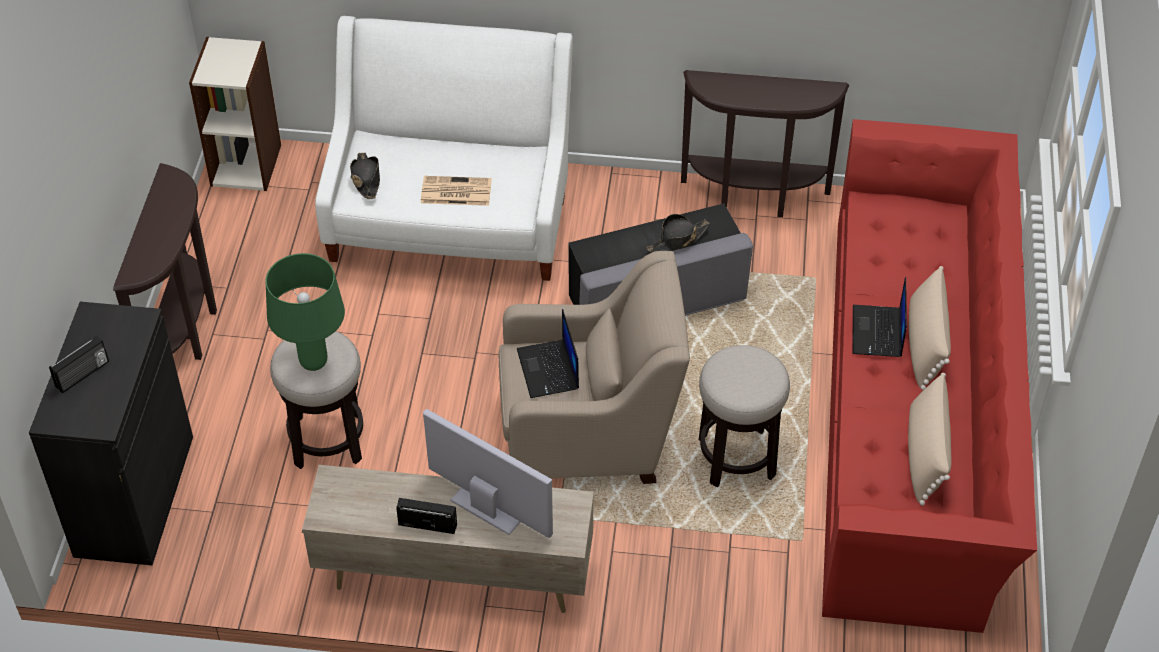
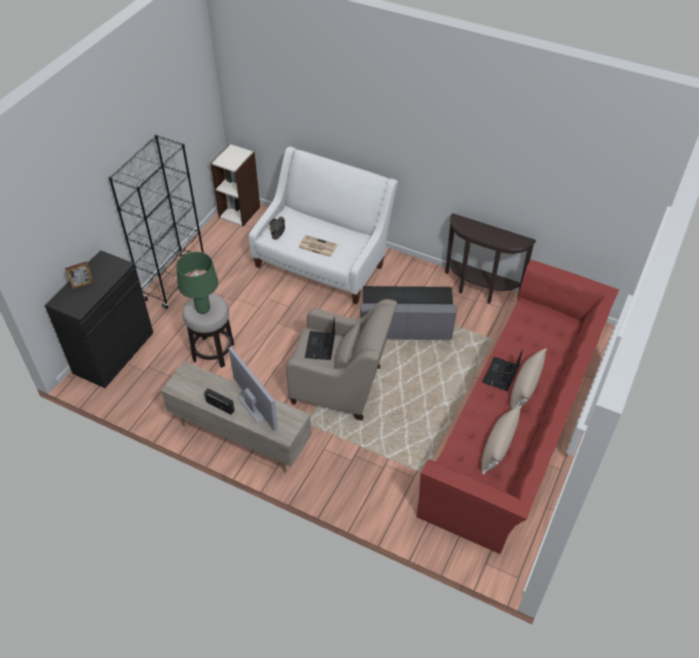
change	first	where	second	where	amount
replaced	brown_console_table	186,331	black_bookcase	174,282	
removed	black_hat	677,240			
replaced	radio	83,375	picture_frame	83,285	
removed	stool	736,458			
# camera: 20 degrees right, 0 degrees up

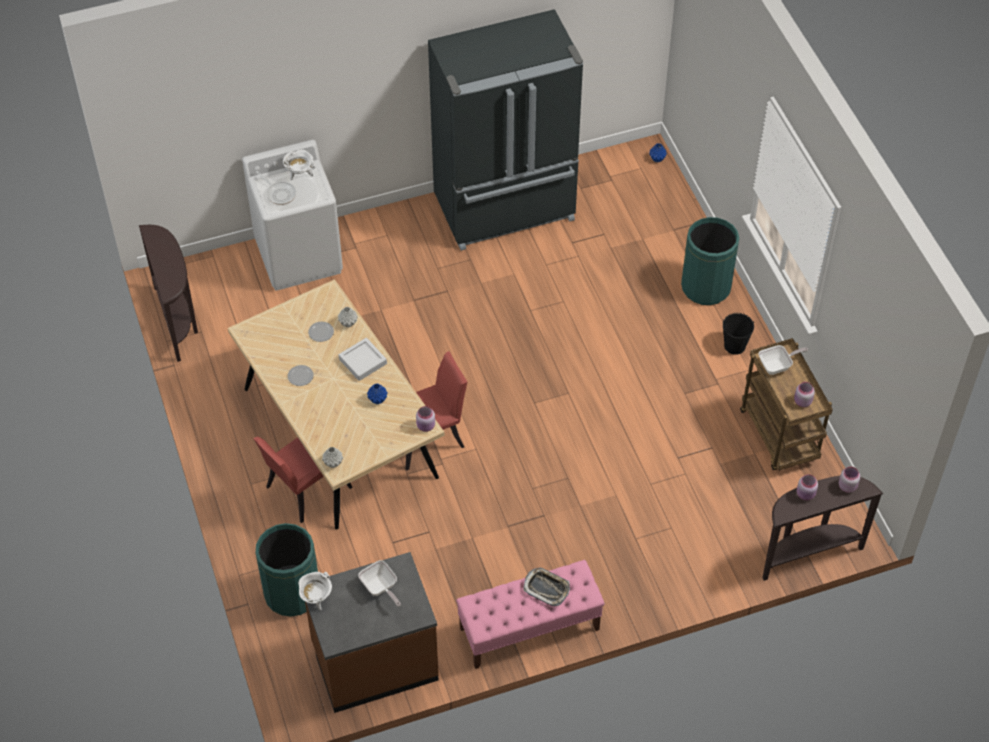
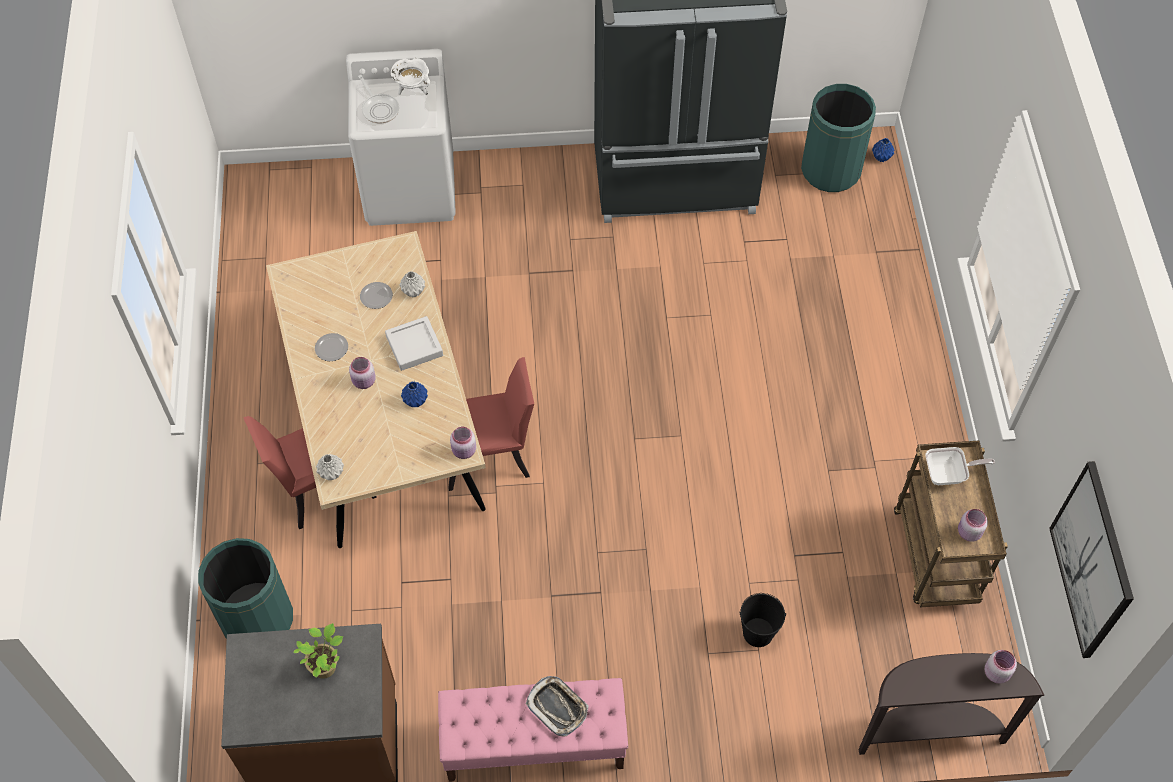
change	first	where	second	where	amount
moved	green_trash_can	706,287		831,170	
removed	brown_console_table	178,320			
moved	black_bucket	735,346		758,633	
moved	pink_jar	806,494		364,382	
replaced	frying_pan	380,588	potted_plant	325,666	
removed	white_cooking_pot	316,598			
added			picture	1092,561	
# camera: 15 degrees right, 5 degrees up

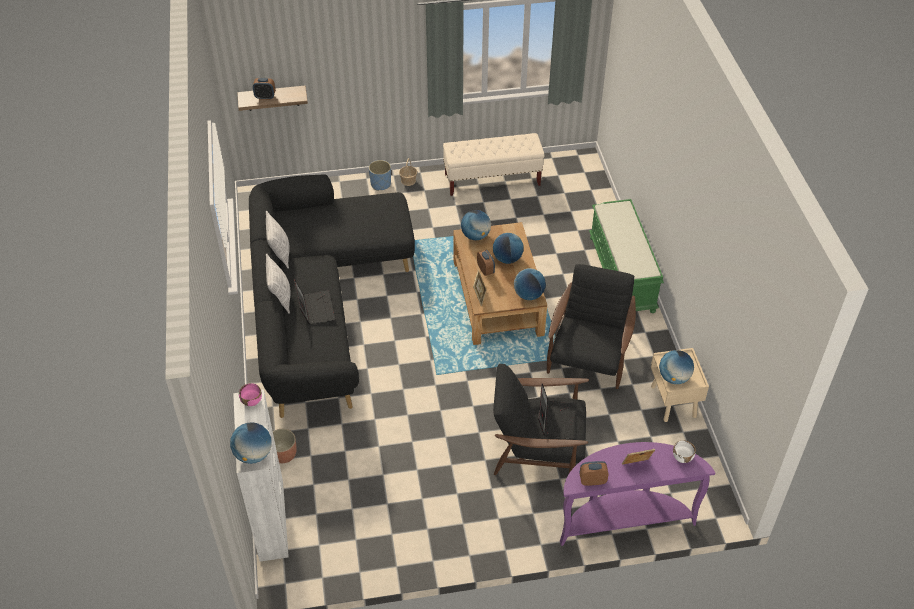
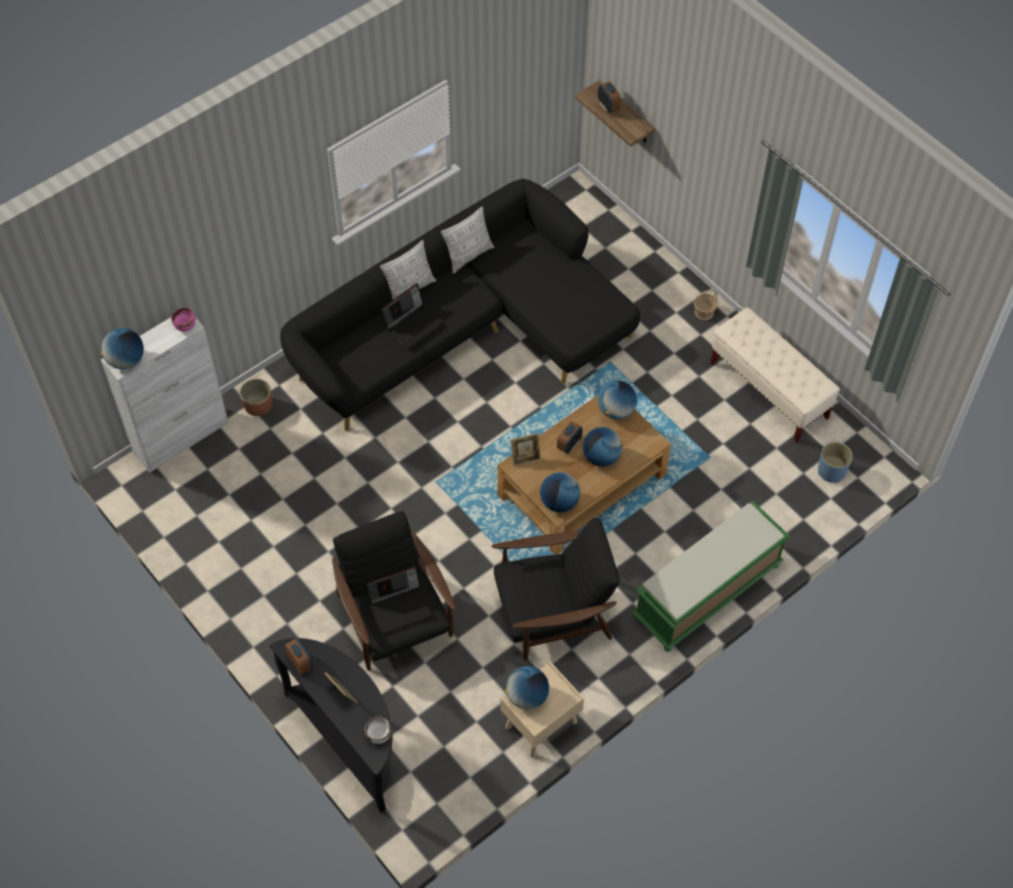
change	first	where	second	where	amount
moved	blue_planter	380,184		831,471	
recoloured	purple_console_table	623,519	black_console_table	350,739	
# camera: 60 degrees right, 10 degrees up

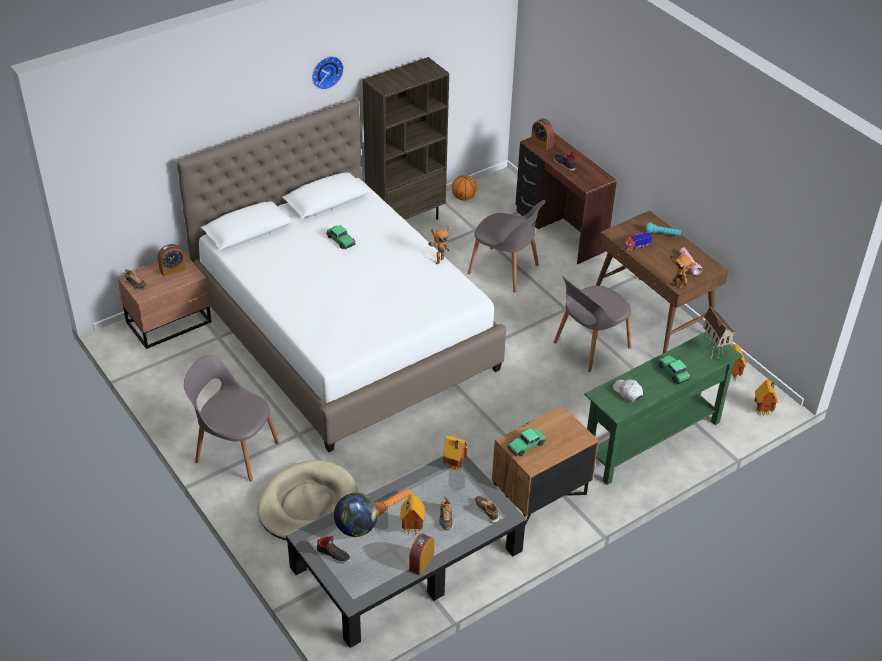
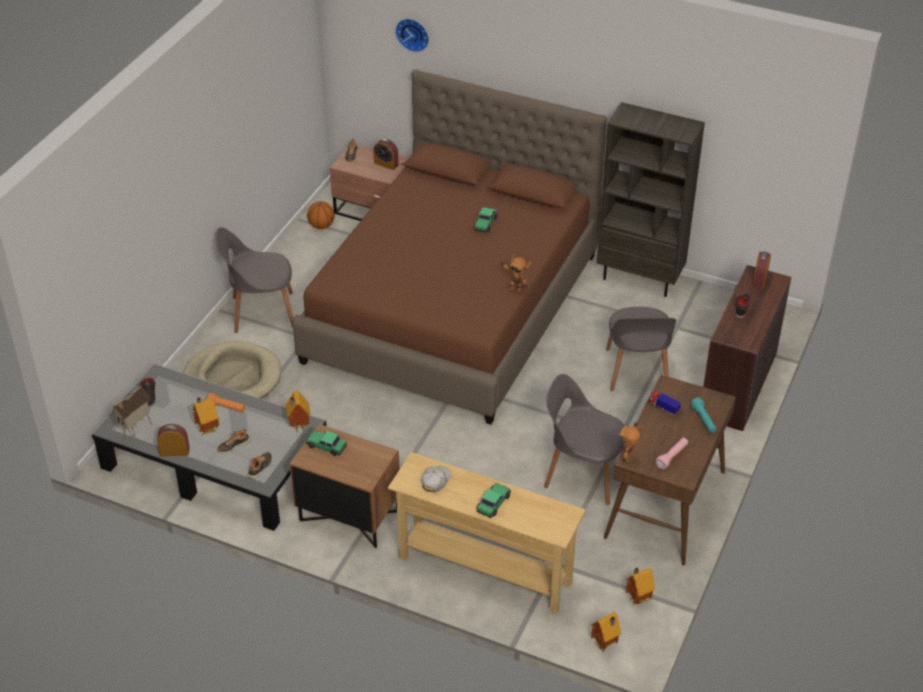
change	first	where	second	where	amount
moved	wall_clock	326,71		413,34	
recoloured	white_bed	344,331	brown_bed	453,308	
moved	basketball	463,198		321,226	
moved	toy_house	713,350		137,432	
recoloured	green_console_table	652,442	beige_console_table	484,570	
turned	grey_chair	235,451		261,312	90 degrees counterclockwise
removed	globe	356,529			
# camera: 60 degrees right, 0 degrees up

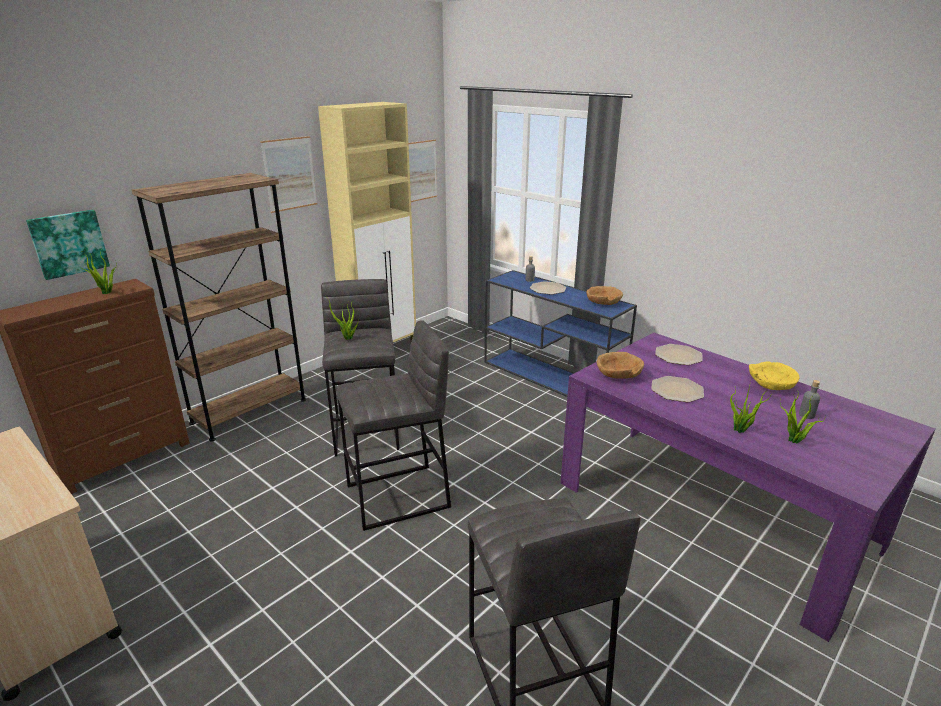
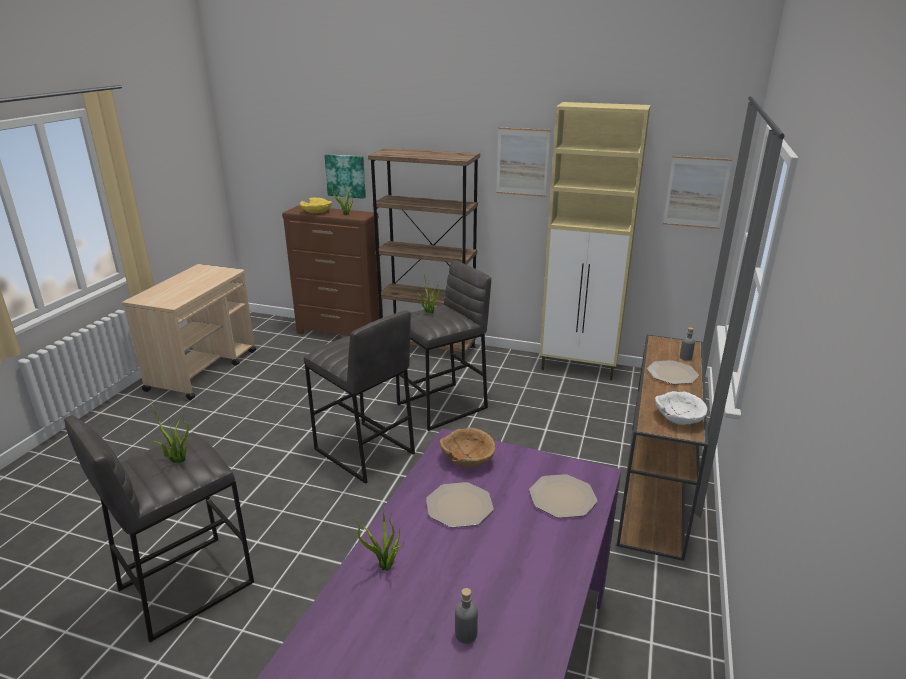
change	first	where	second	where	amount
recoloured	blue_console_table	553,377	brown_console_table	654,488	
recoloured	brown_bowl	603,303	white_bowl	678,417	
moved	yellow_bowl	770,385		317,212	
moved	potted_plant	794,441		177,460	
# camera: 65 degrees right, 0 degrees up

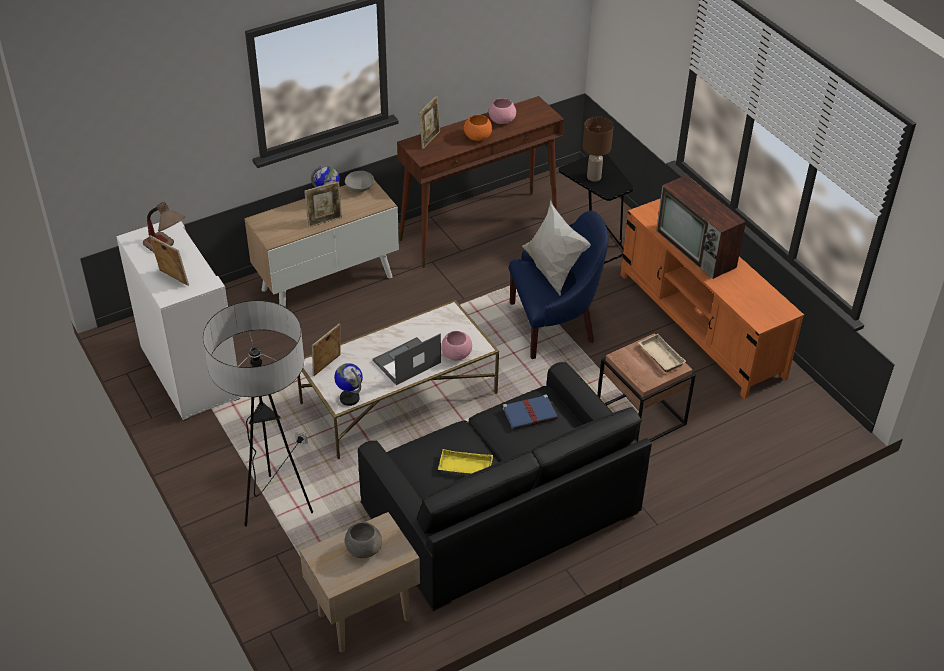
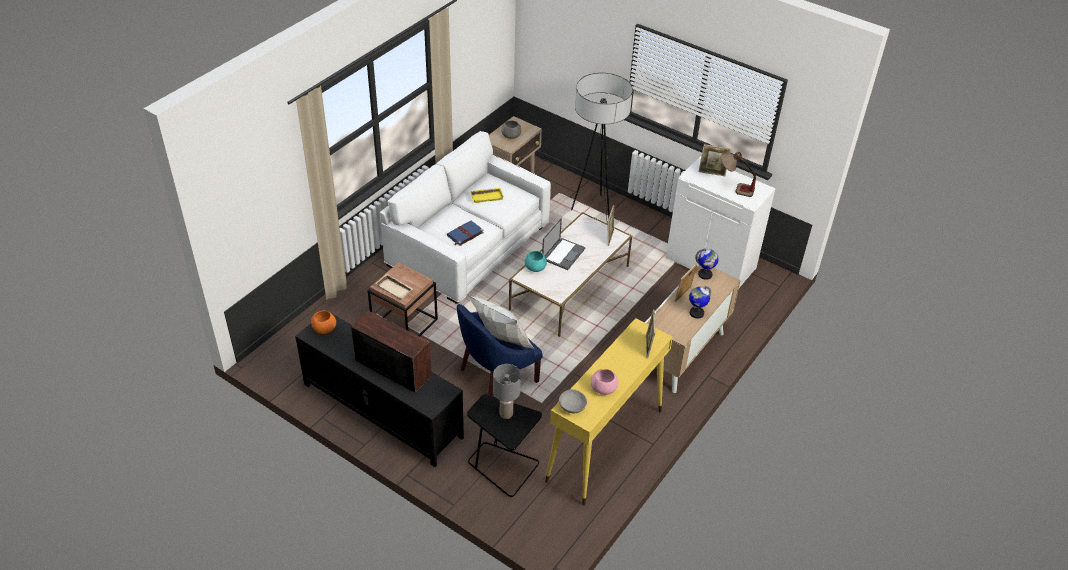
change	first	where	second	where	amount
recoloured	brown_console_table	479,228	yellow_console_table	604,446	
moved	orange_bowl	478,137		324,328	
recoloured	brown_table_lamp	593,177	grey_table_lamp	506,413	
moved	grey_bowl	360,188		572,407	
recoloured	orange_tv_stand	701,325	black_tv_stand	381,410	
recoloured	pink_bowl	456,354	turquoise_bowl	535,267	
recoloured	black_sofa	500,512	white_sofa	468,243	
moved	globe	349,398		705,275	
# camera: 155 degrees right, 0 degrees up

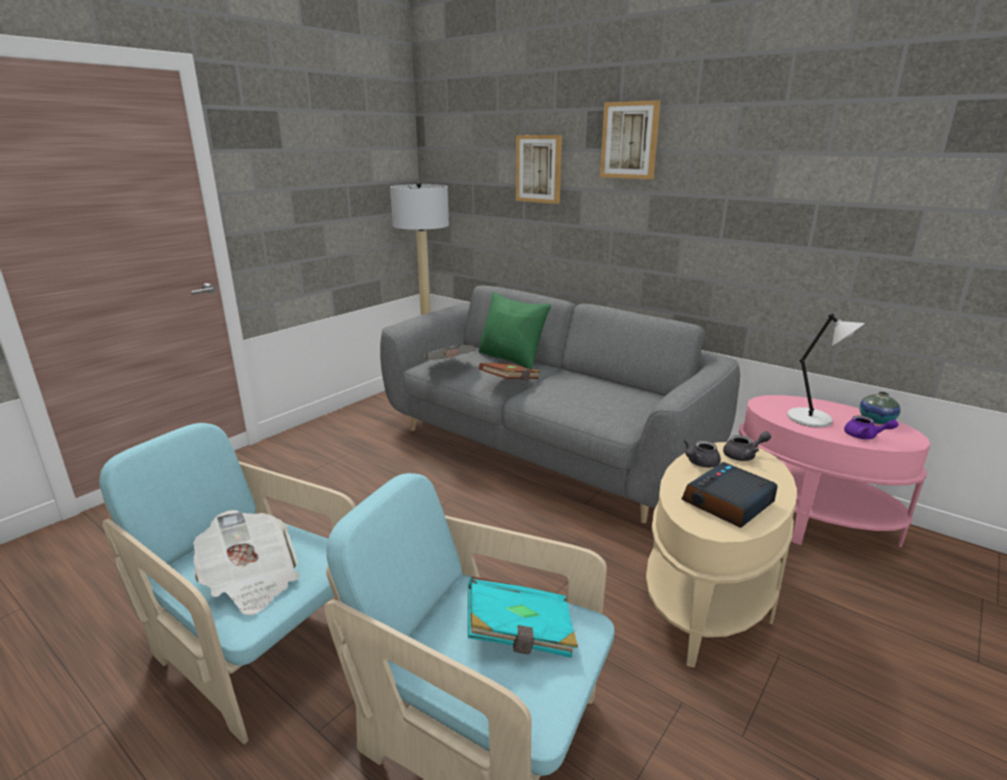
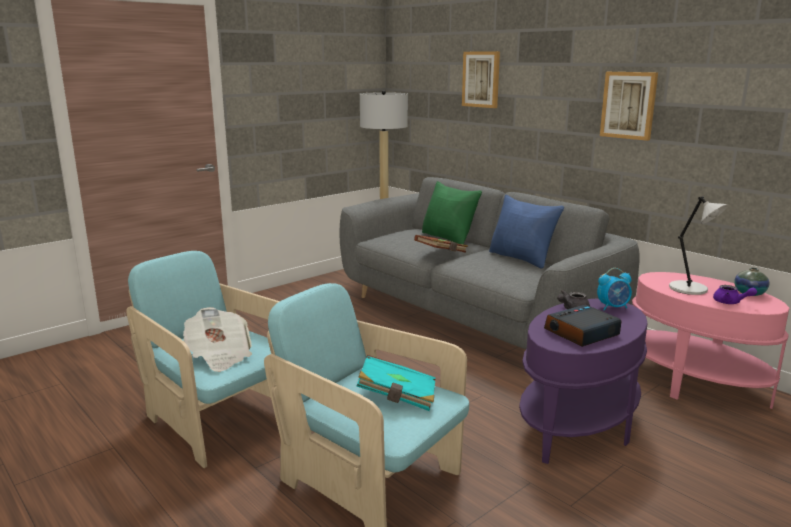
change	first	where	second	where	amount
moved	picture	630,140		628,105	
removed	newspaper	449,366			
replaced	grey_teapot	744,455	alarm_clock	613,307	
recoloured	beige_side_table	709,599	purple_side_table	578,426	
added			blue_pillow	522,258	
# camera: 10 degrees right, 5 degrees down

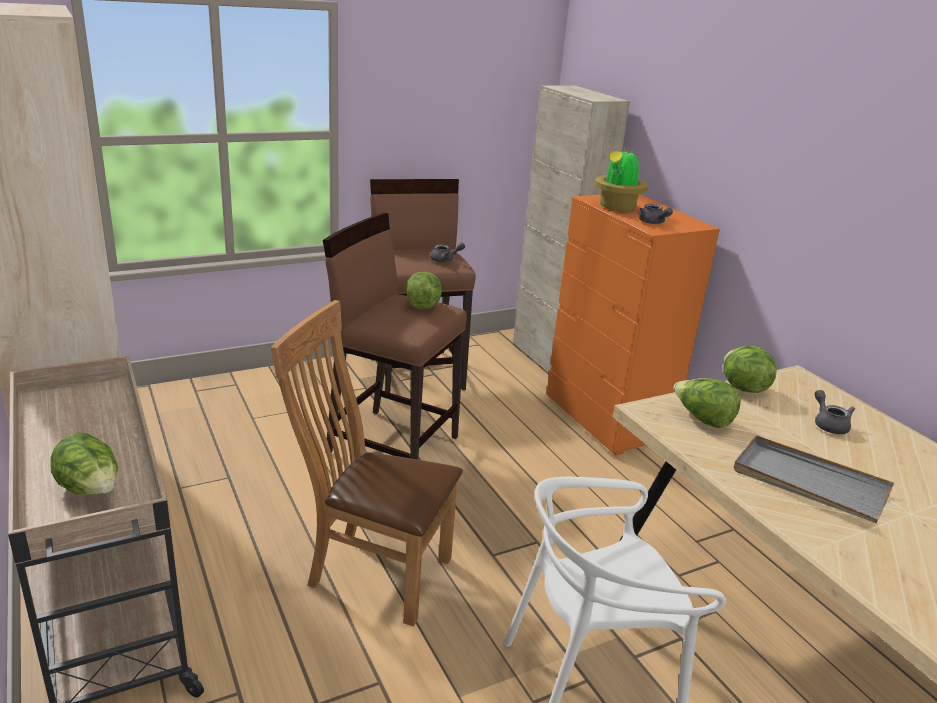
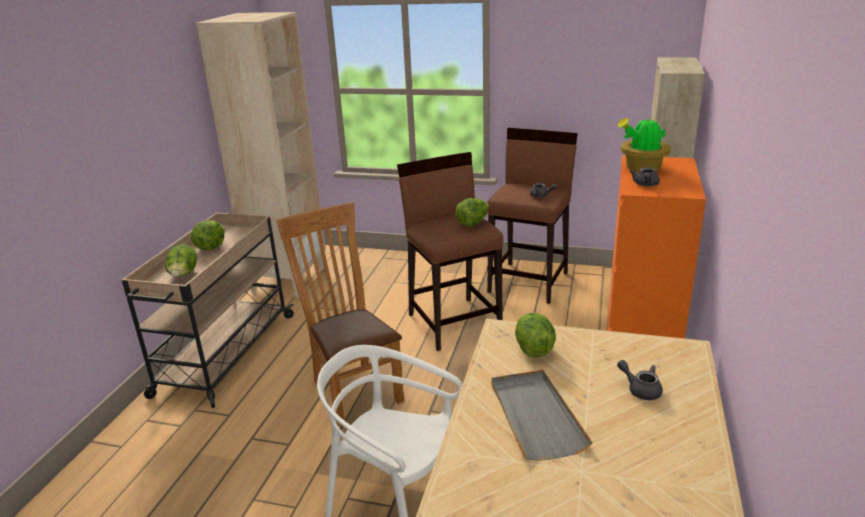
change	first	where	second	where	amount
moved	lettuce	742,388		210,247	
turned	grey_teapot	828,424		640,389	75 degrees counterclockwise
# camera: 45 degrees right, 0 degrees up

